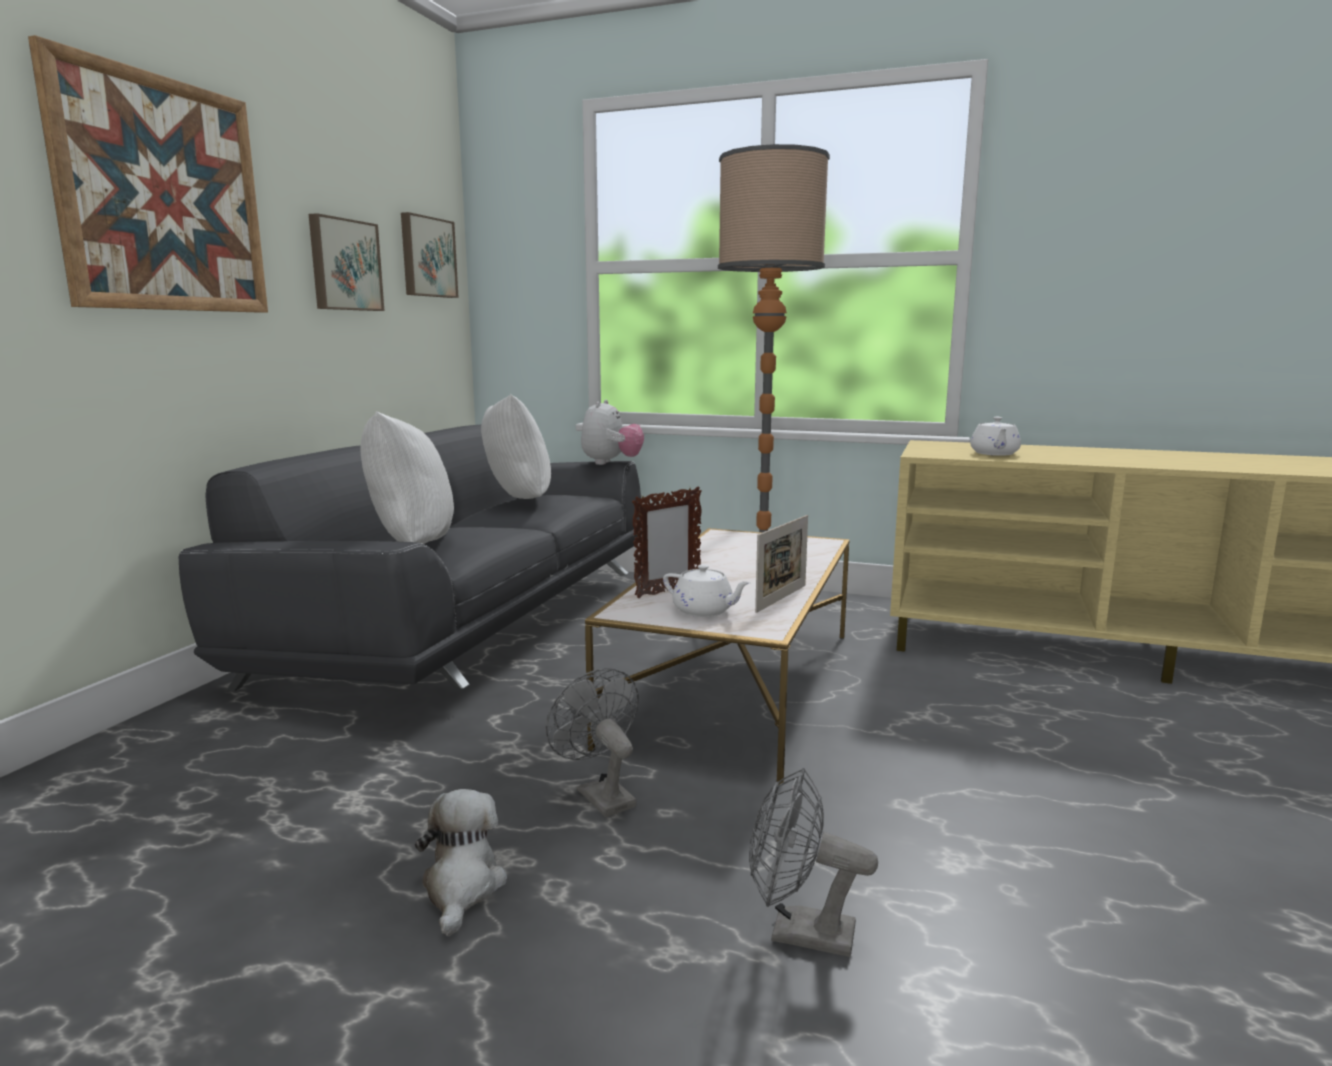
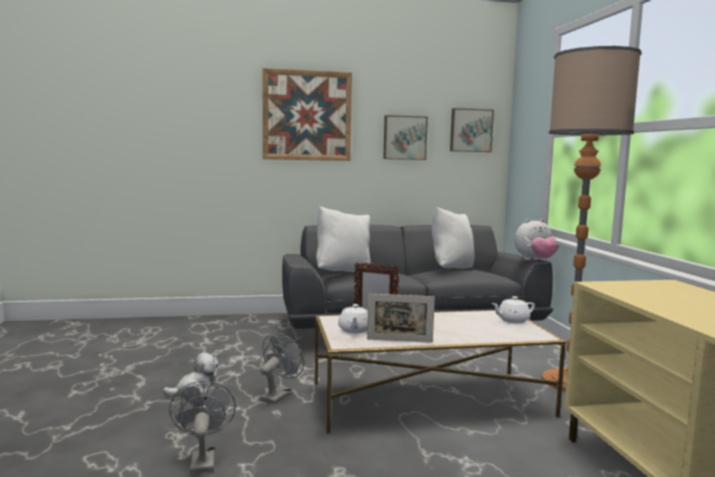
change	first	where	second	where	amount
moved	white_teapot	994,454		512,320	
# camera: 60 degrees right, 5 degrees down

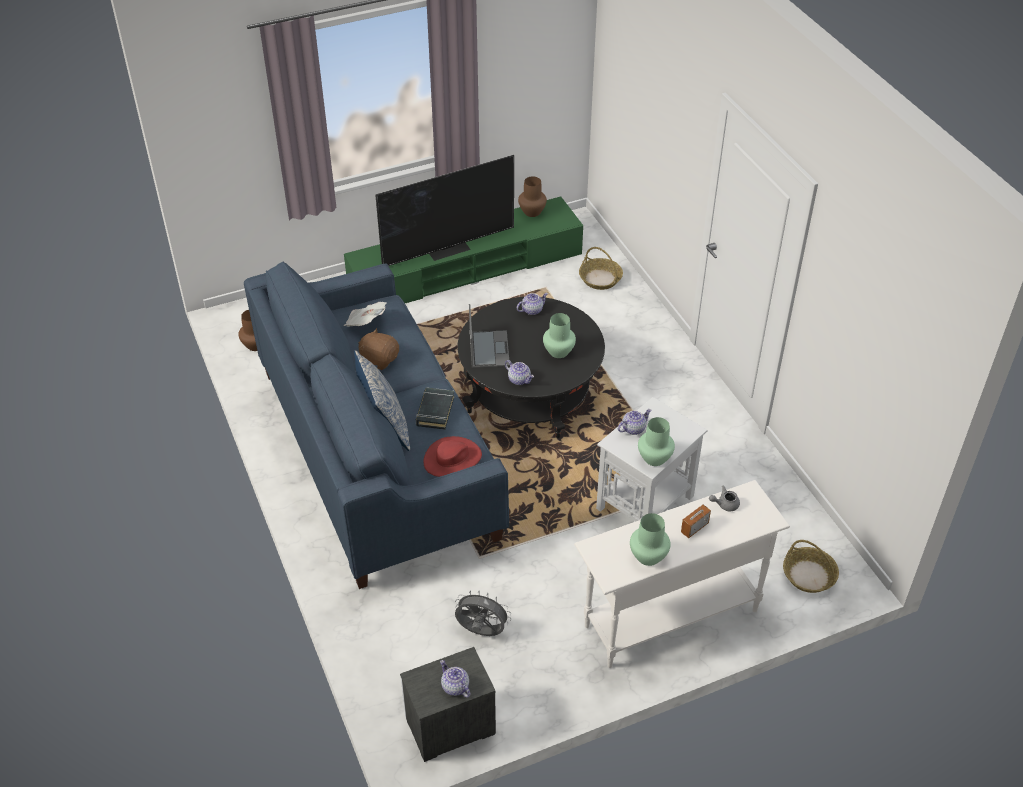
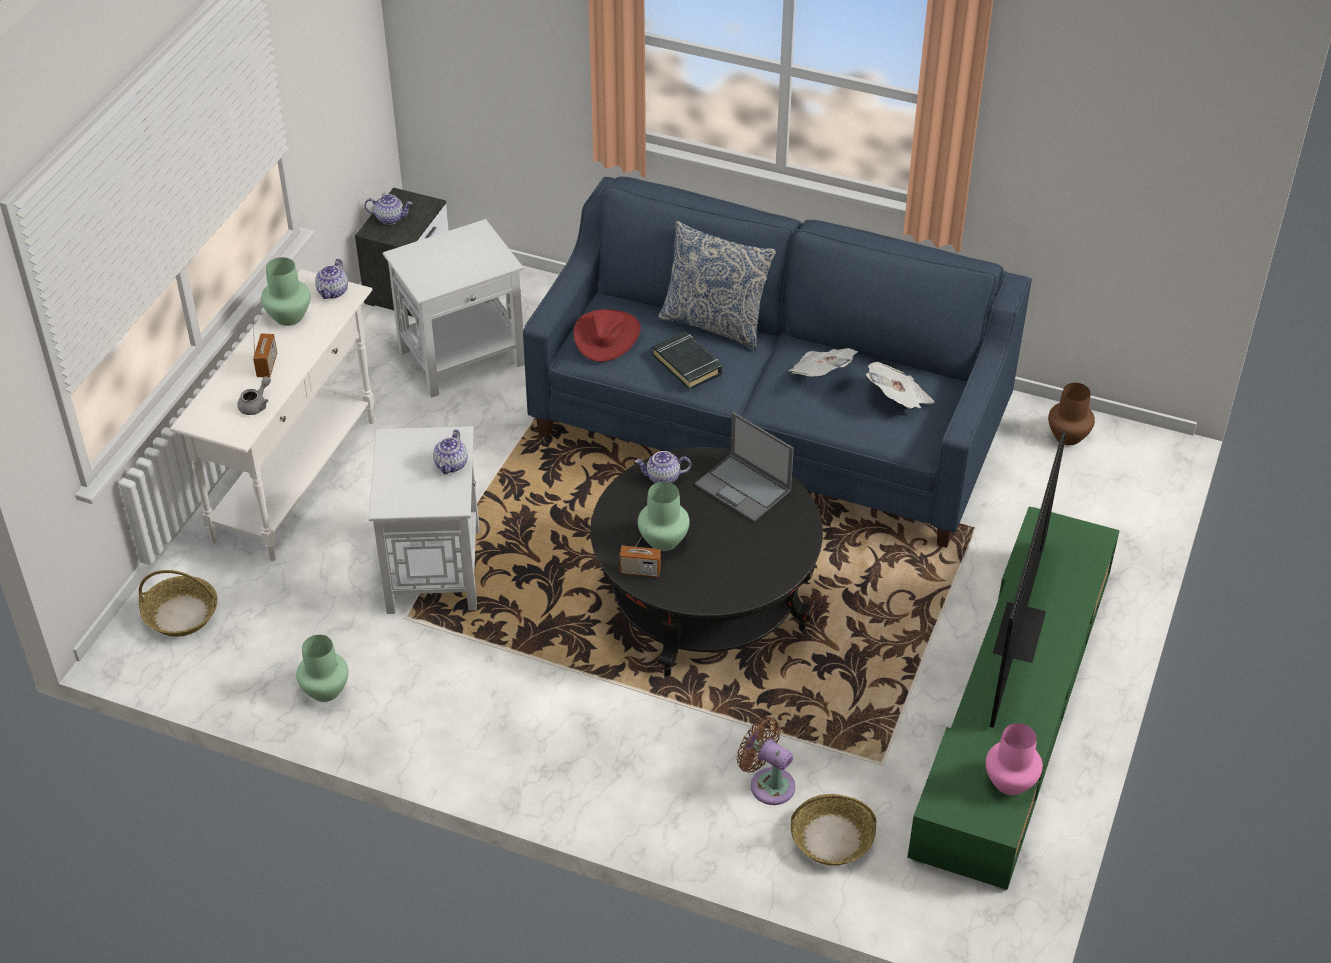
change	first	where	second	where	amount
recoloured	brown_vase	531,212	pink_vase	1011,781	
moved	teapot	532,310		333,292	
replaced	brown_plush_toy	379,359	newspaper	821,374	
moved	green_vase	655,458		324,690	
replaced	grey_fan	481,632	white_side_table	463,357	
added			radio	640,571	
added			brown_fan	768,783	
# camera: 135 degrees right, 0 degrees up

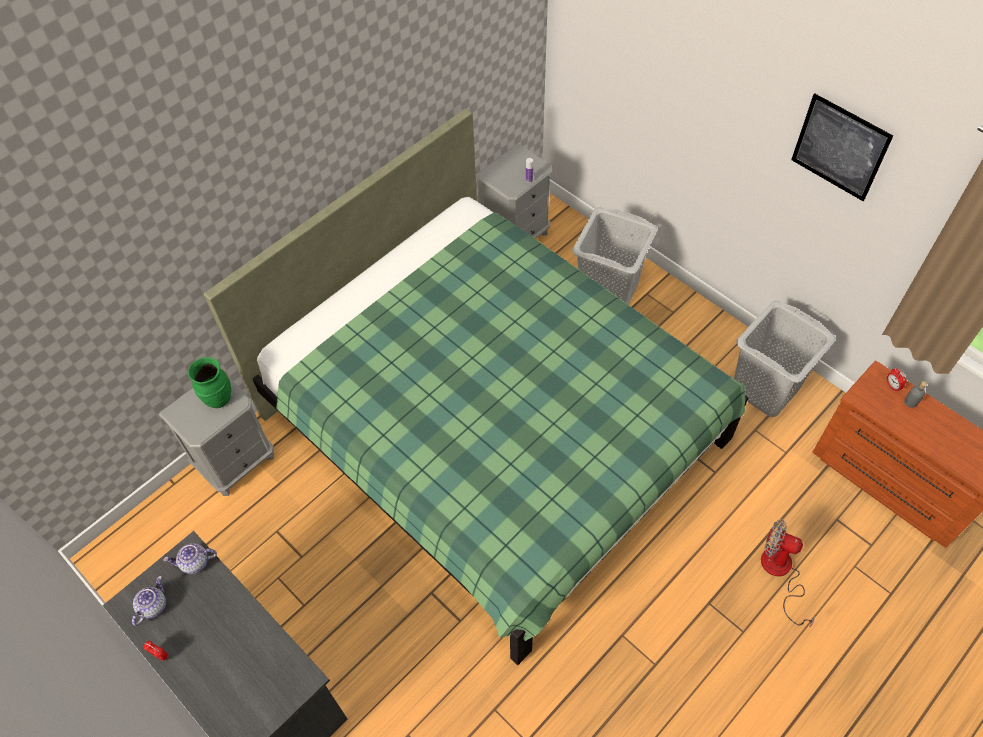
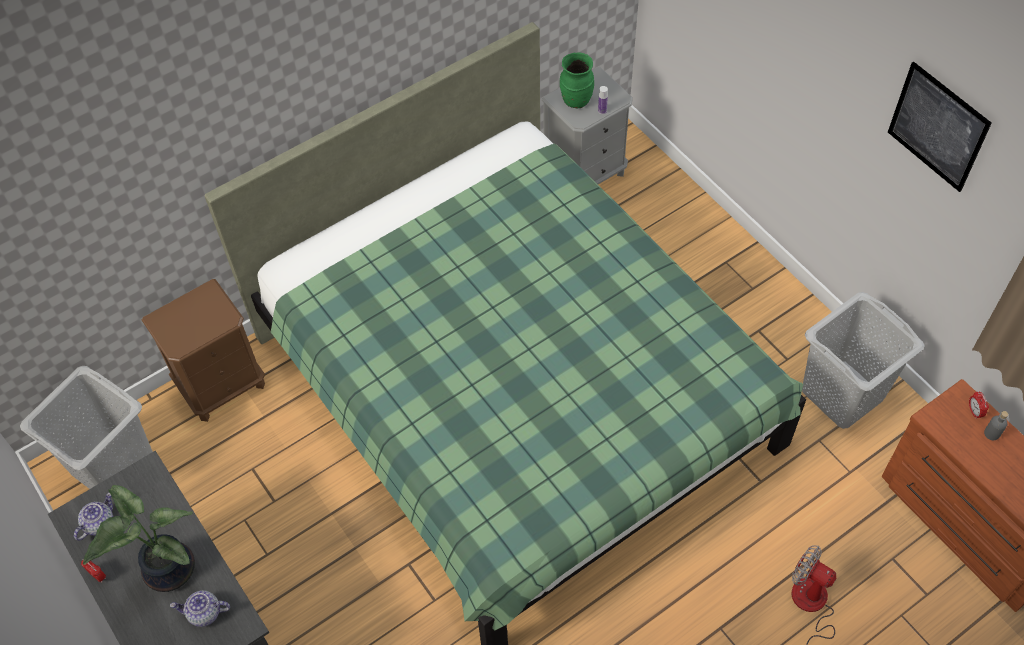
change	first	where	second	where	amount
moved	grey_laundry_basket	608,291		114,466	
moved	green_vase	218,398		575,100	
recoloured	grey_nightstand	236,461	brown_nightstand	222,385	
moved	teapot	195,563		204,613	
added			potted_plant	166,569	
# camera: 10 degrees right, 0 degrees up

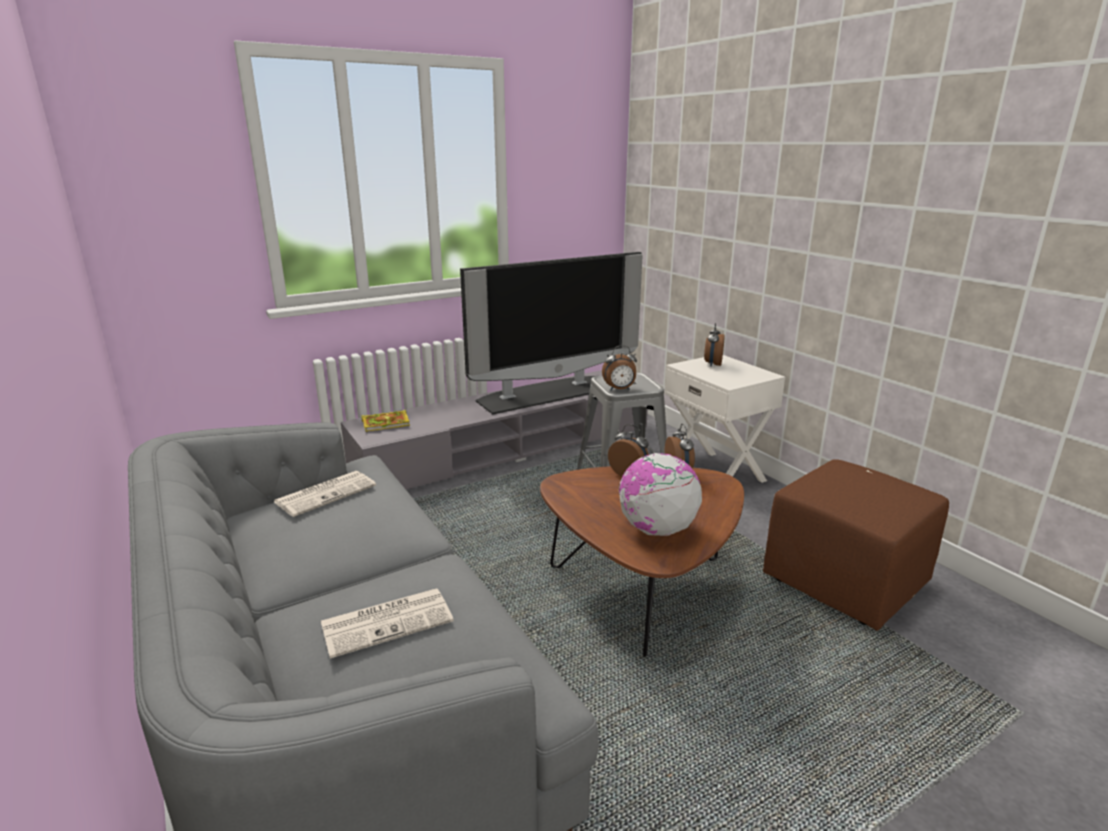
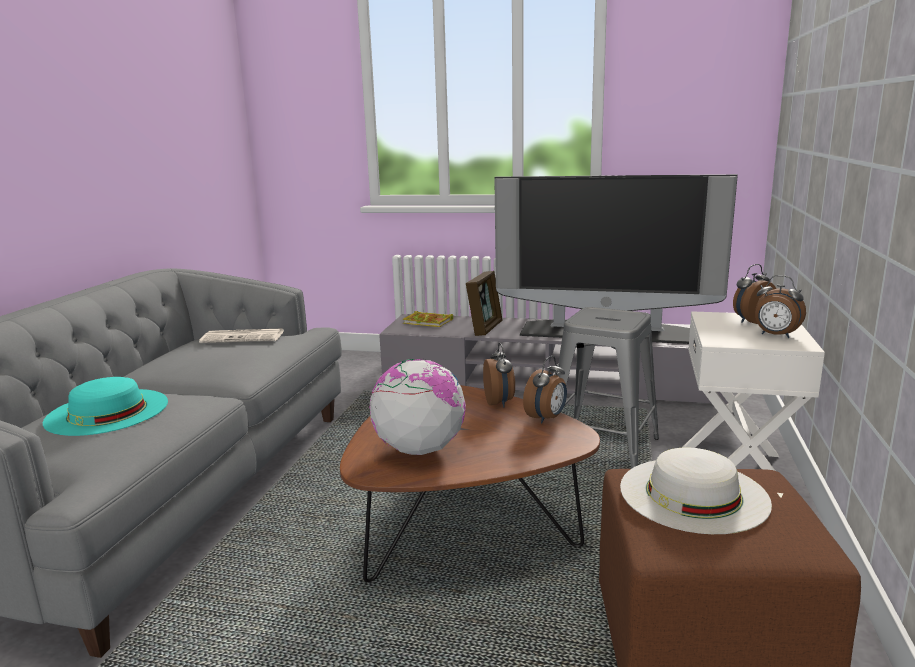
change	first	where	second	where	amount
moved	alarm_clock	619,389		775,335	
replaced	newspaper	388,621	turquoise_hat	107,411	
added			picture_frame	485,328	
added			white_hat	693,494	
# camera: 45 degrees right, 5 degrees down

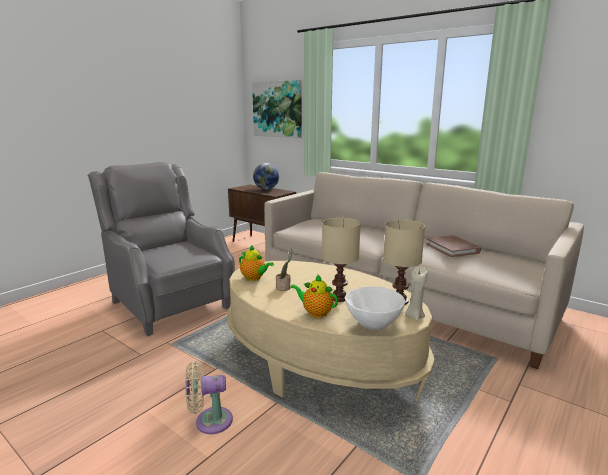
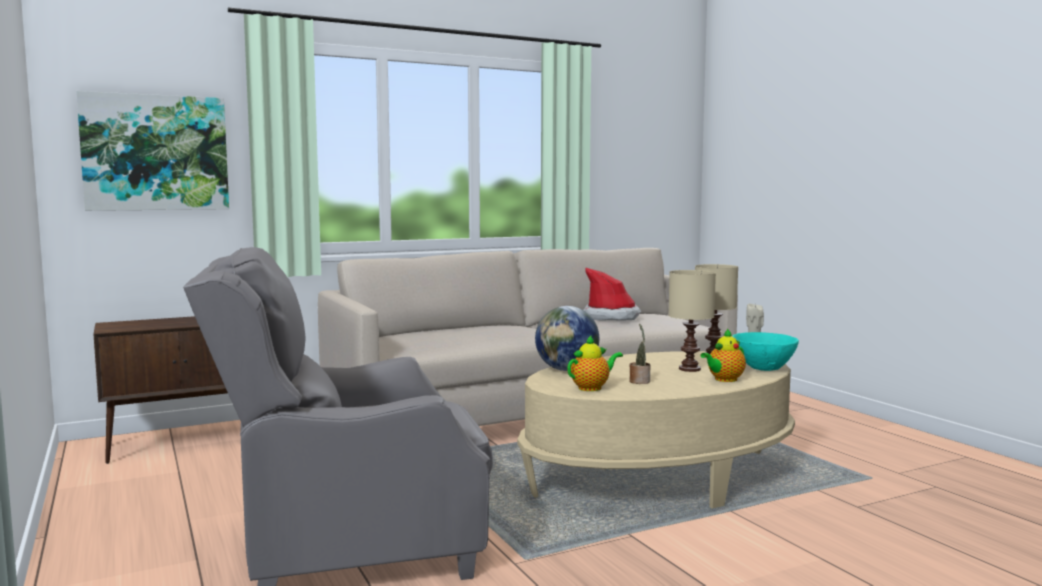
change	first	where	second	where	amount
moved	globe	266,189		567,370	
replaced	brown_book	452,248	hat	611,317	
recoloured	white_bowl	373,324	turquoise_bowl	763,369	
removed	beige_fan	209,421			
# camera: 65 degrees left, 10 degrees down

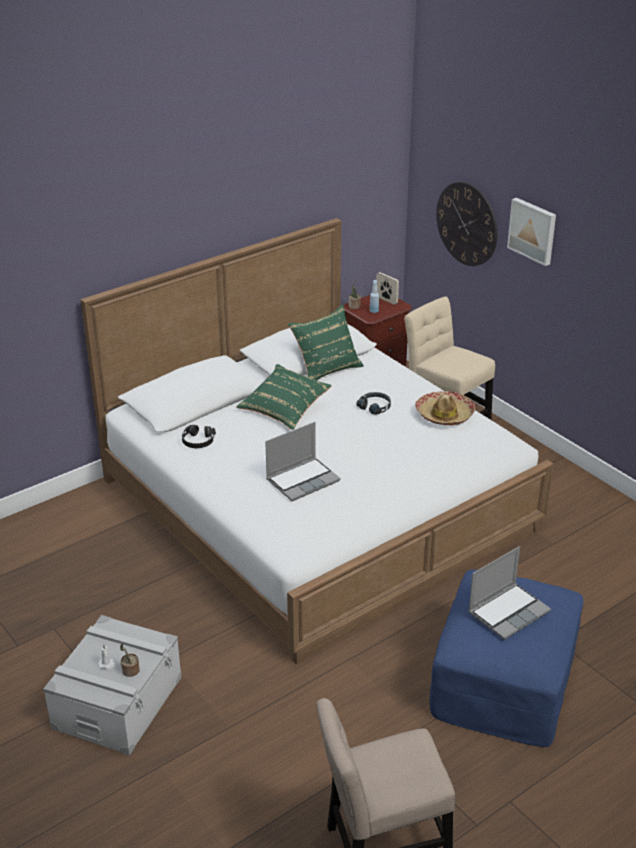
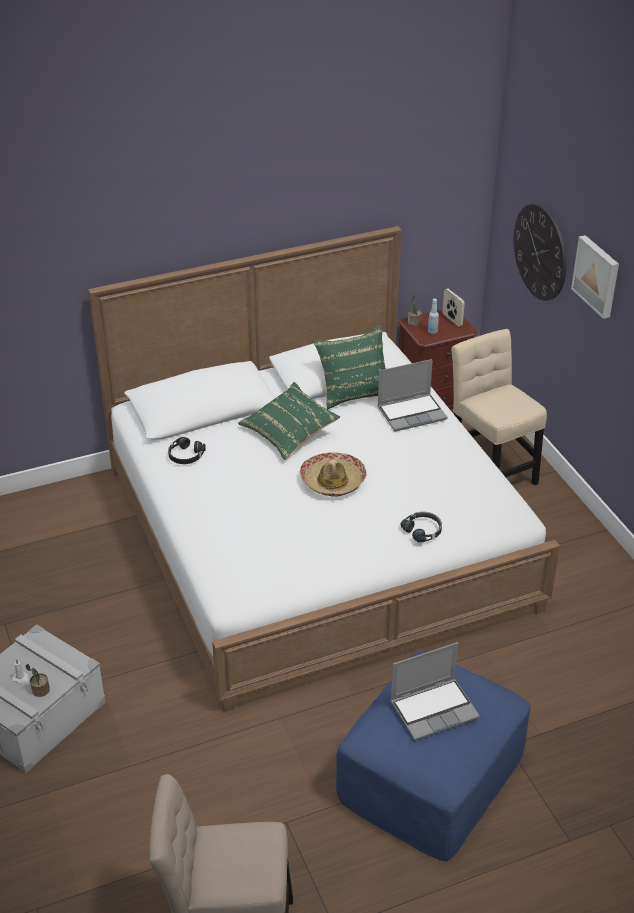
change	first	where	second	where	amount
moved	hat	444,415		333,481	
moved	black_headphones	375,406		423,530	
moved	laptop	303,480		412,413	
# camera: 15 degrees right, 5 degrees up

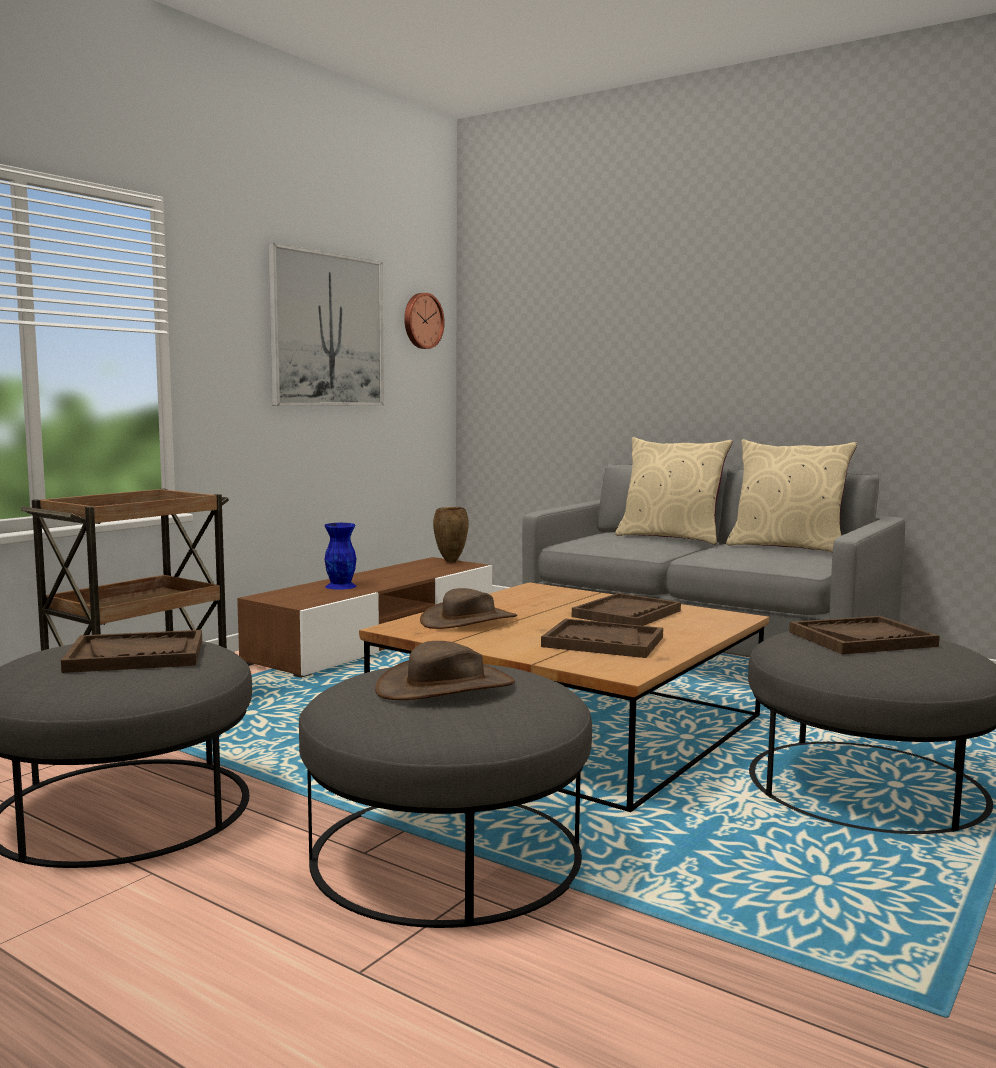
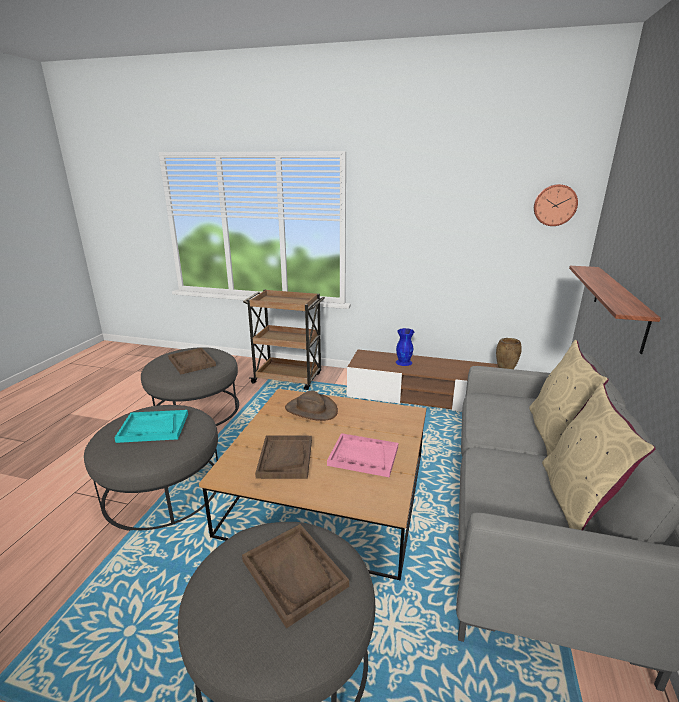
change	first	where	second	where	amount
removed	picture	327,330			
recoloured	brown_tray	627,614	pink_tray	363,456	
replaced	brown_hat	446,687	turquoise_tray	153,428	
added			shelf	619,305	
# camera: 70 degrees right, 15 degrees up

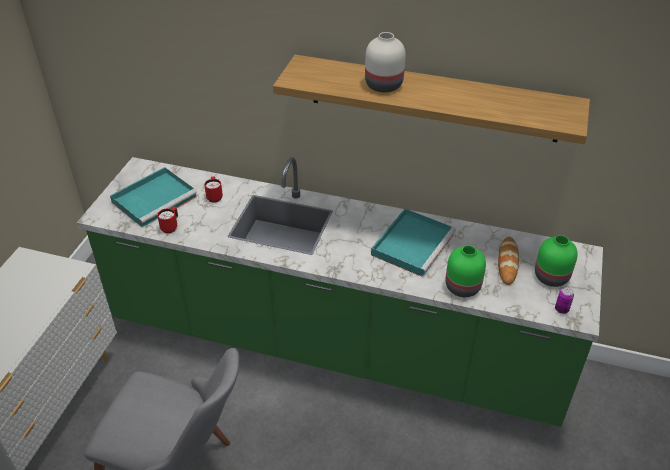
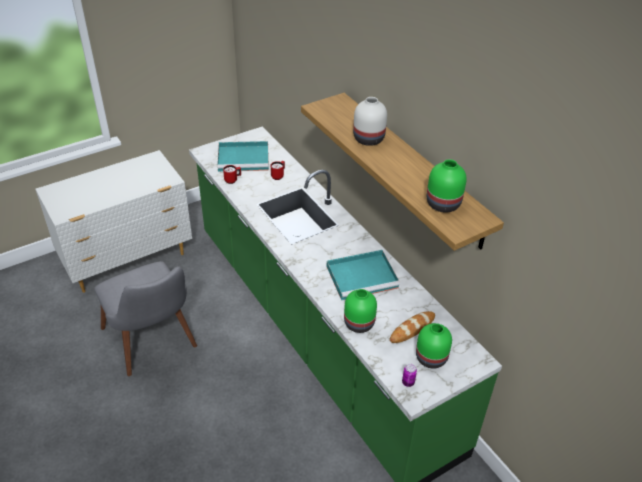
change	first	where	second	where	amount
added			green_vase	442,204	
# camera: 40 degrees right, 0 degrees up

